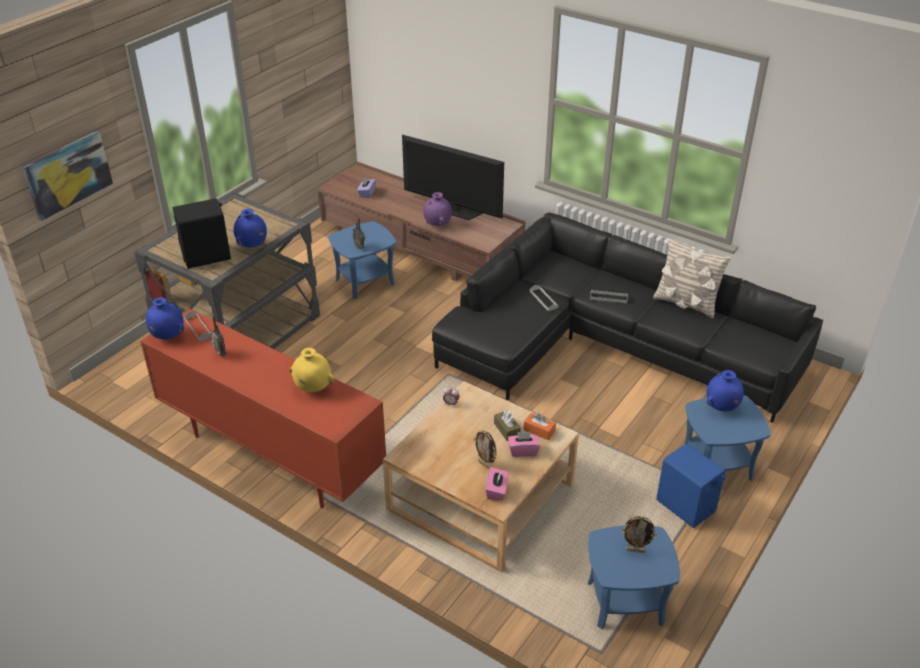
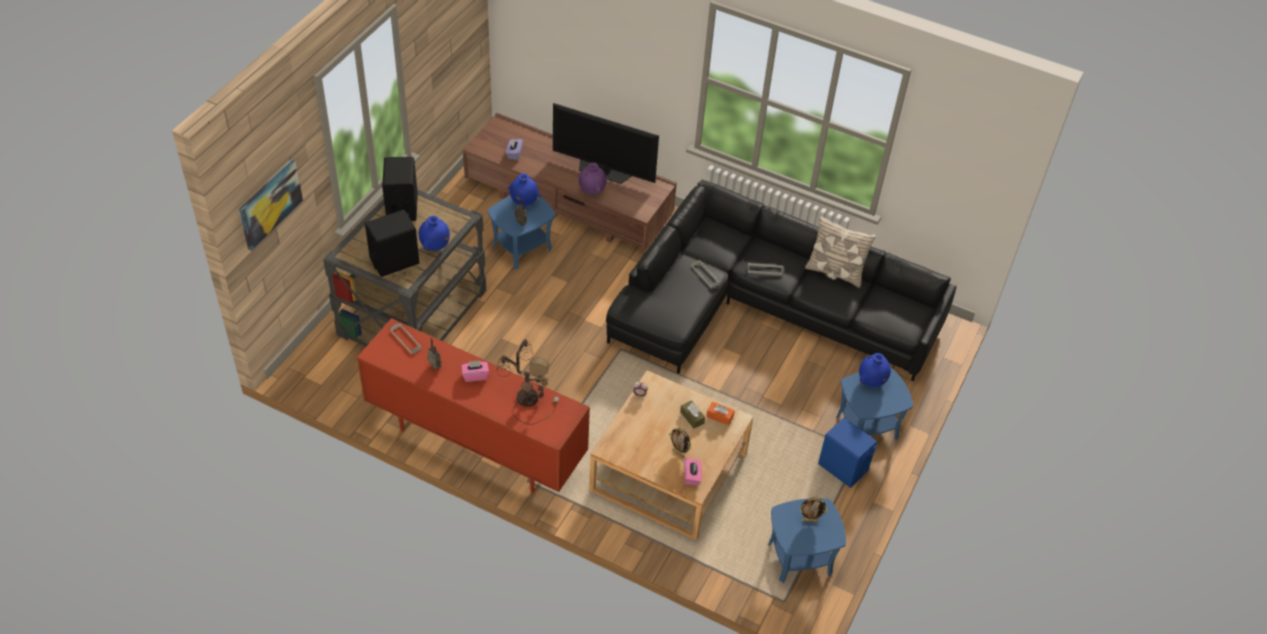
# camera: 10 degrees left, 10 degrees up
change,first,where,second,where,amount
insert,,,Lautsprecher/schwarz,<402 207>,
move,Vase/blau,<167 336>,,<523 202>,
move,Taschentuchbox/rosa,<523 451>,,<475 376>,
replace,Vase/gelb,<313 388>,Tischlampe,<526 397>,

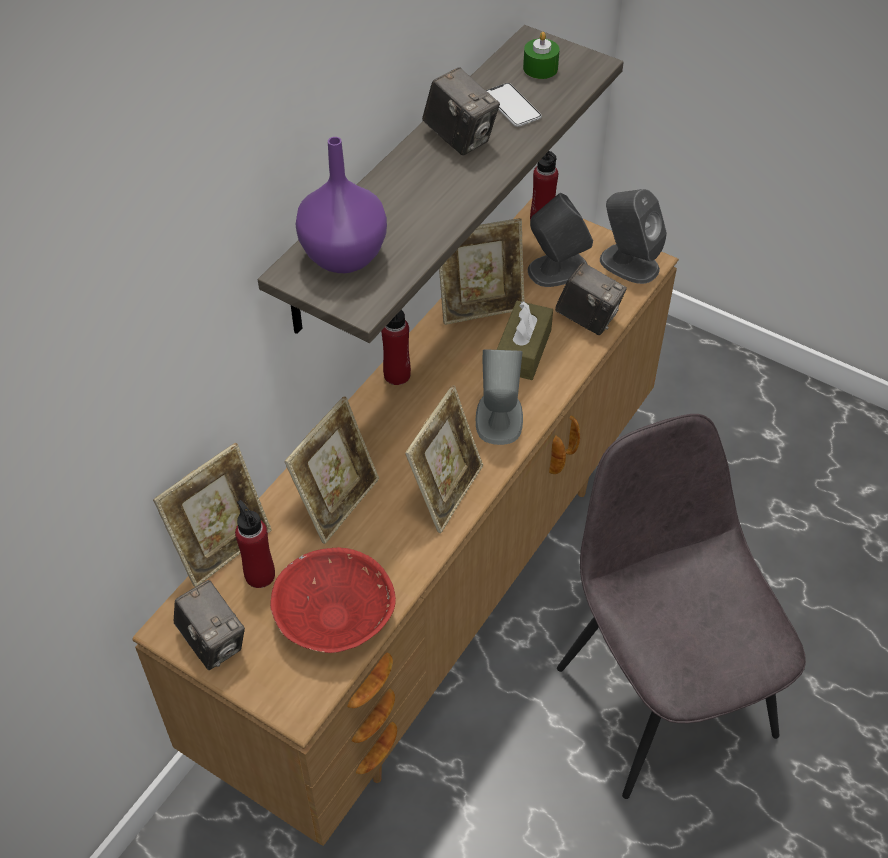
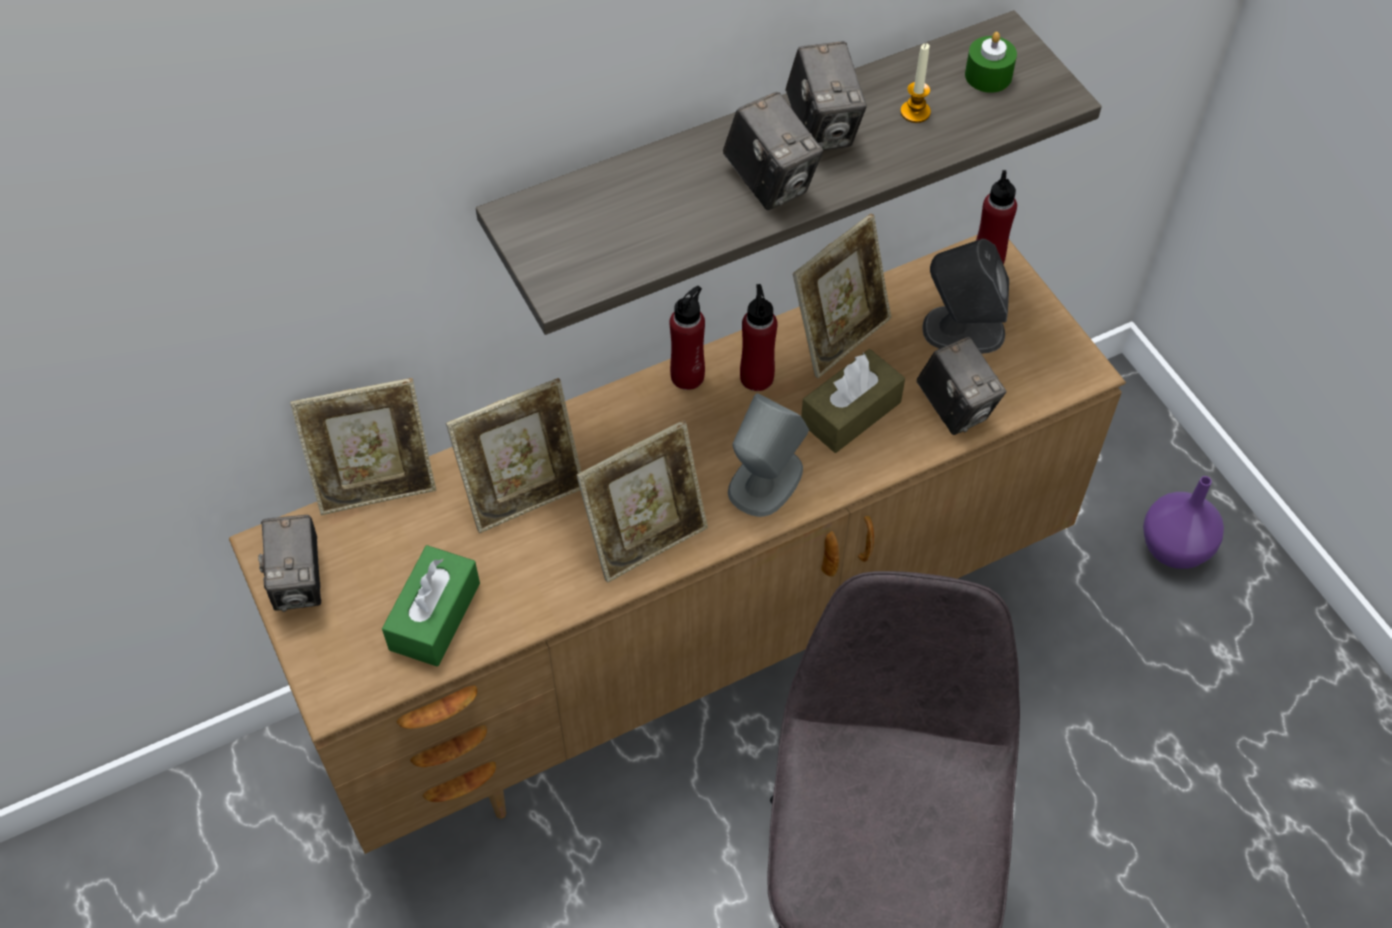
# camera: 30 degrees right, 5 degrees up
change,first,where,second,where,amount
delete,Lautsprecher/grau,<628 264>,,,
insert,,,Kamera,<770 182>,
move,Flasche/rot,<260 575>,,<756 377>,
move,Vase/lila,<345 255>,,<1175 548>,
replace,Schüssel/rot,<333 615>,Taschentuchbox/grün,<434 616>,
replace,Handy,<512 106>,Kerze,<915 112>,
rotate,Bilderrahmen,<480 306>,,<839 336>,60 degrees counterclockwise

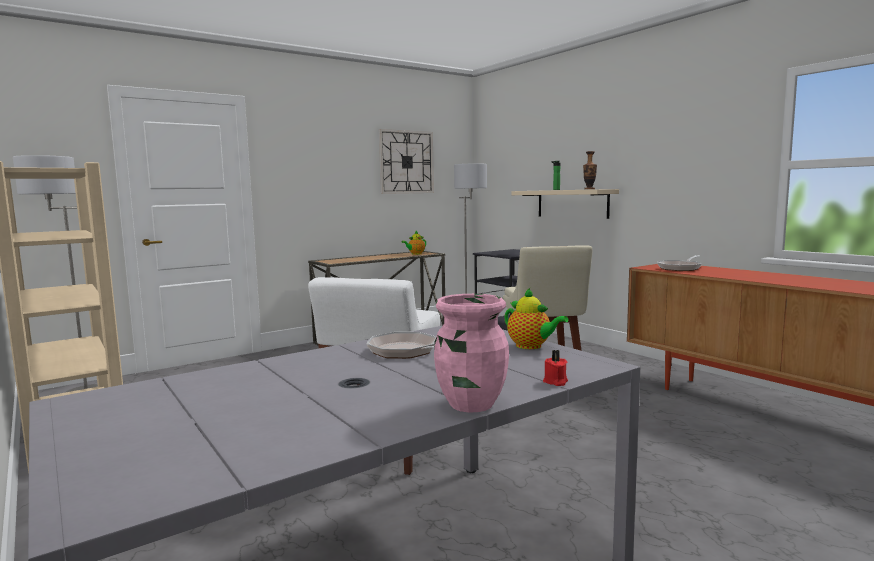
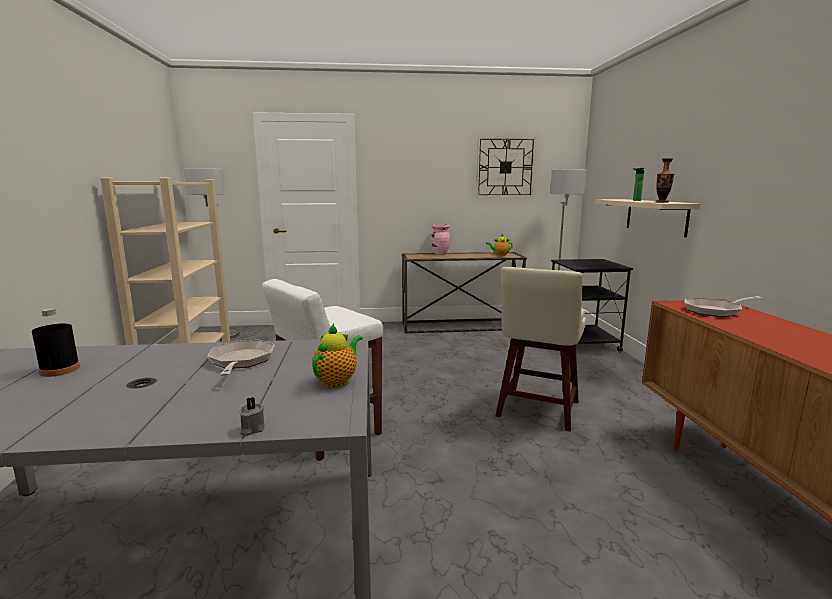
# camera: 30 degrees right, 5 degrees up
change,first,where,second,where,amount
insert,,,Flasche/schwarz,<60 370>,
move,Vase/rosa,<471 404>,,<440 253>,
recolor,Kerze/rot,<555 382>,Kerze/grau,<251 429>,
rotate,Teekanne,<531 346>,,<337 381>,135 degrees counterclockwise

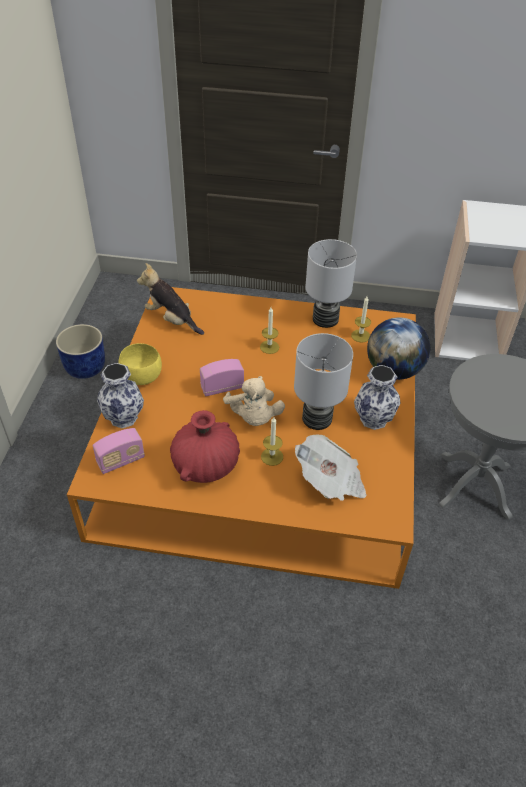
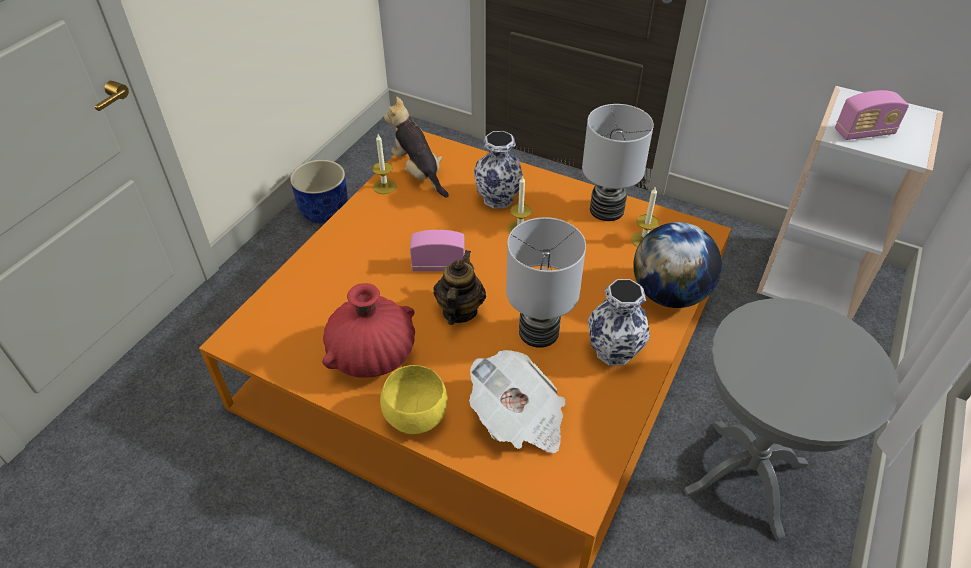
# camera: 20 degrees right, 0 degrees up
change,first,where,second,where,amount
move,Radio,<121 461>,,<864 133>,
move,Vase,<124 417>,,<499 198>,
move,Schüssel/gelb,<141 377>,,<415 415>,
move,Kerze,<272 456>,,<384 186>,
replace,Plüschtier/beige,<253 417>,Teekanne,<459 311>,

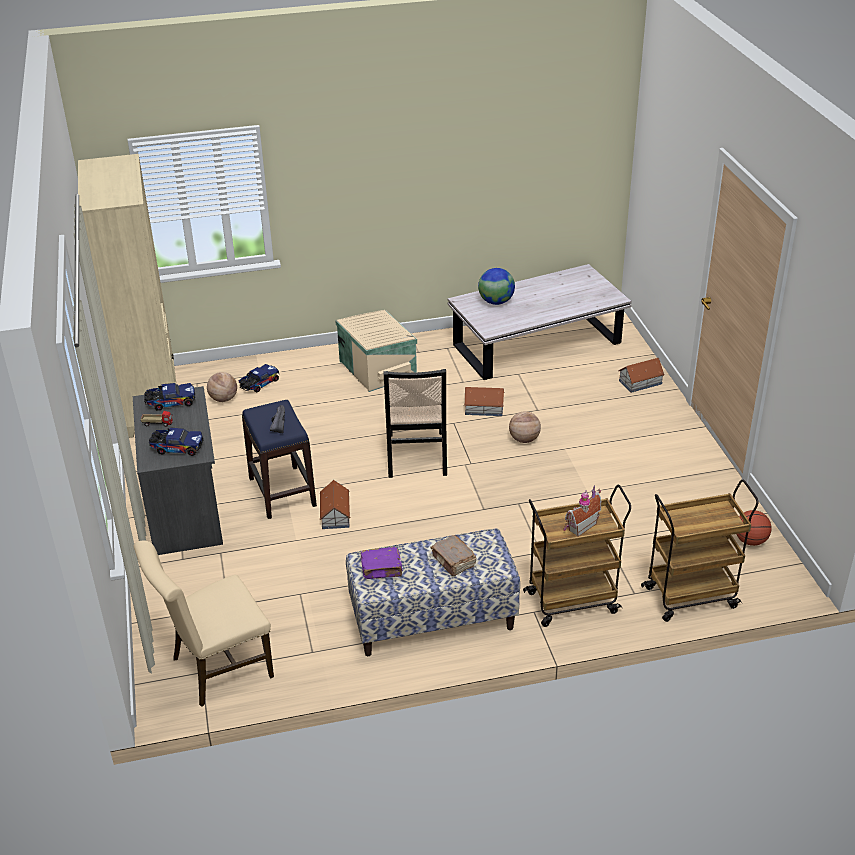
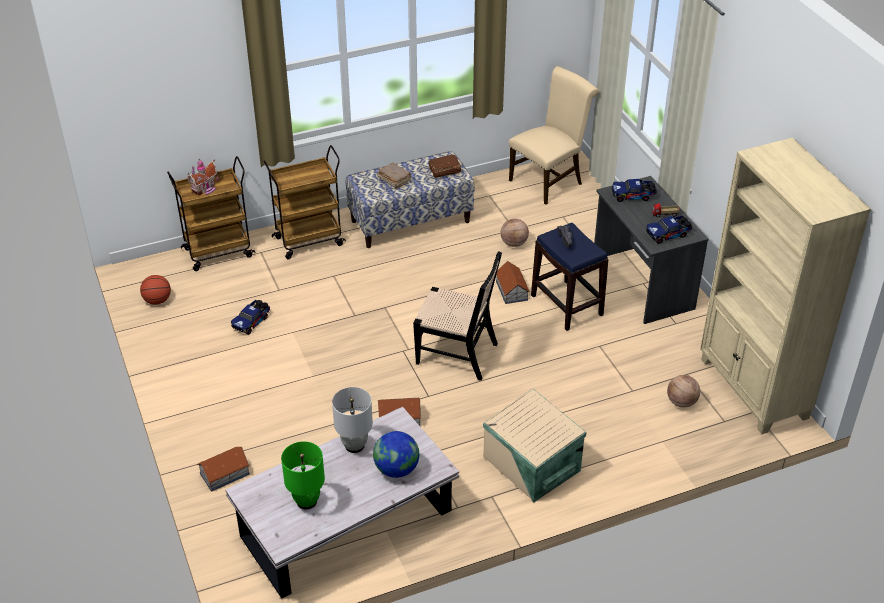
# camera: 170 degrees right, 5 degrees up
change,first,where,second,where,amount
insert,,,Tischlampe/grün,<307 501>,
insert,,,Tischlampe/weiß,<354 445>,
move,Spielzeuglaster,<259 384>,,<252 321>,
move,Basketball,<524 439>,,<513 243>,
move,Spielzeughaus,<580 526>,,<205 189>,
recolor,Buch/lila,<382 569>,Buch/braun,<444 171>,
rotate,Stuhl,<416 455>,,<457 354>,120 degrees clockwise

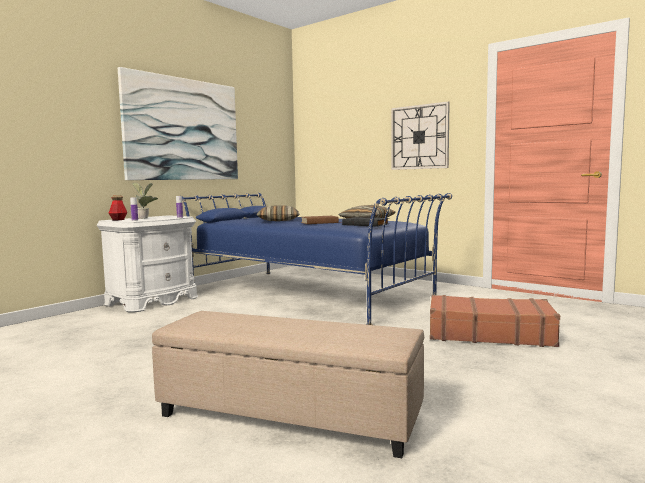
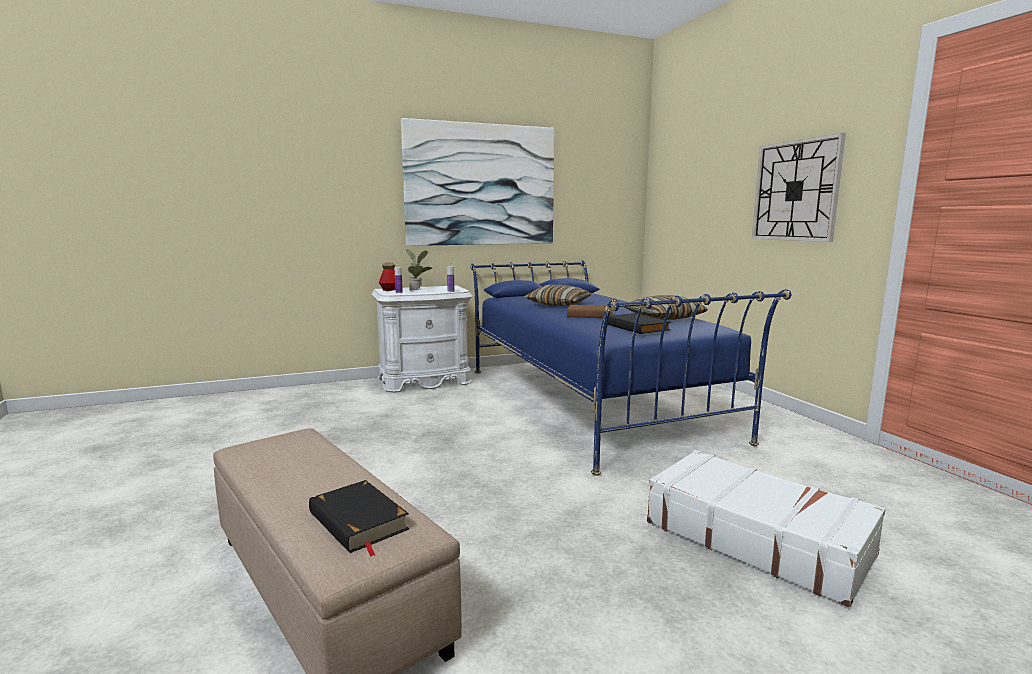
# camera: 30 degrees right, 5 degrees up
change,first,where,second,where,amount
insert,,,Buch/schwarz,<357 522>,
recolor,Koffer/braun,<489 333>,Koffer/weiß,<756 537>,

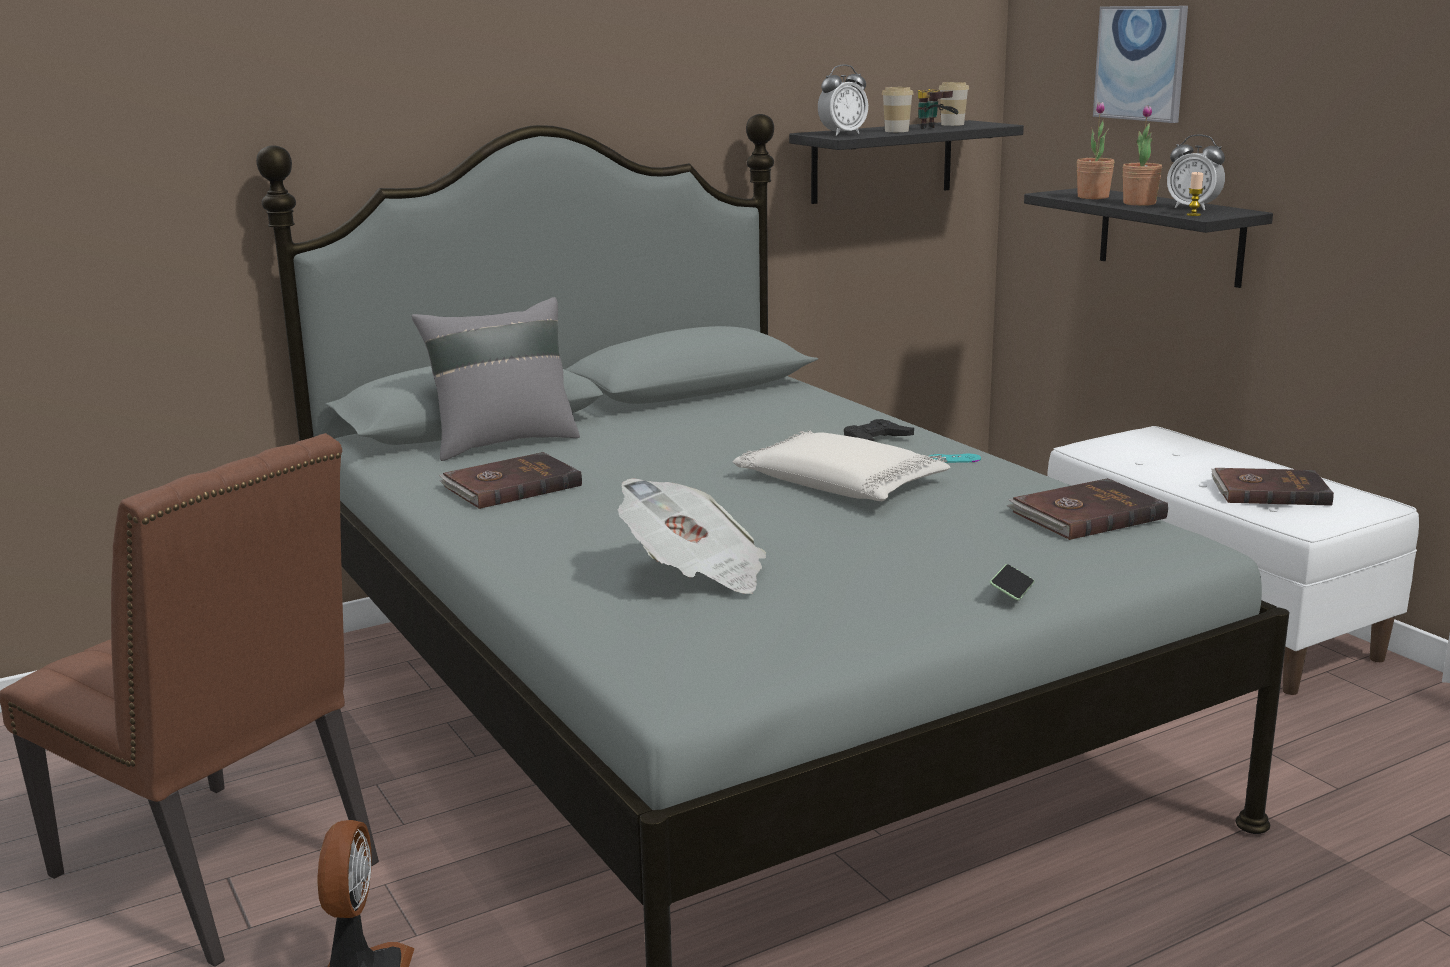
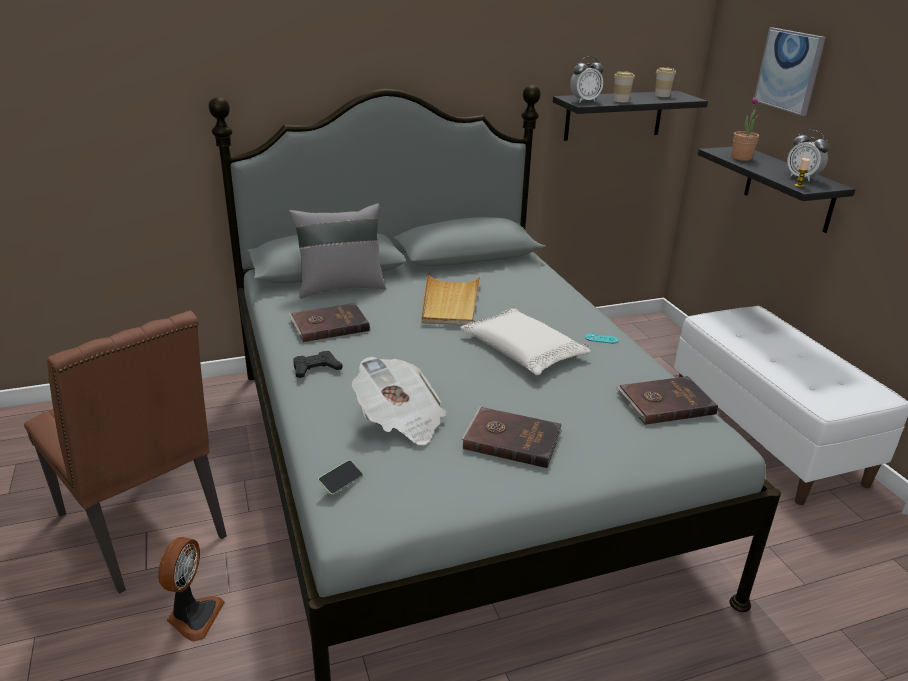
# camera: 10 degrees right, 10 degrees up
change,first,where,second,where,amount
delete,Fernglas,<936 129>,,,
delete,Topfpflanze,<1139 203>,,,
insert,,,Tablett/beige,<450 303>,
move,Gamepad/schwarz,<876 440>,,<316 369>,
move,Handy,<1011 591>,,<341 482>,
move,Buch/braun,<1269 491>,,<511 439>,

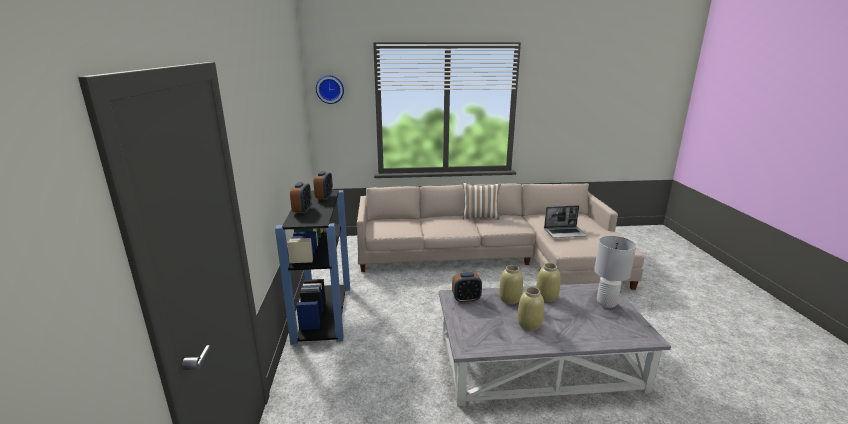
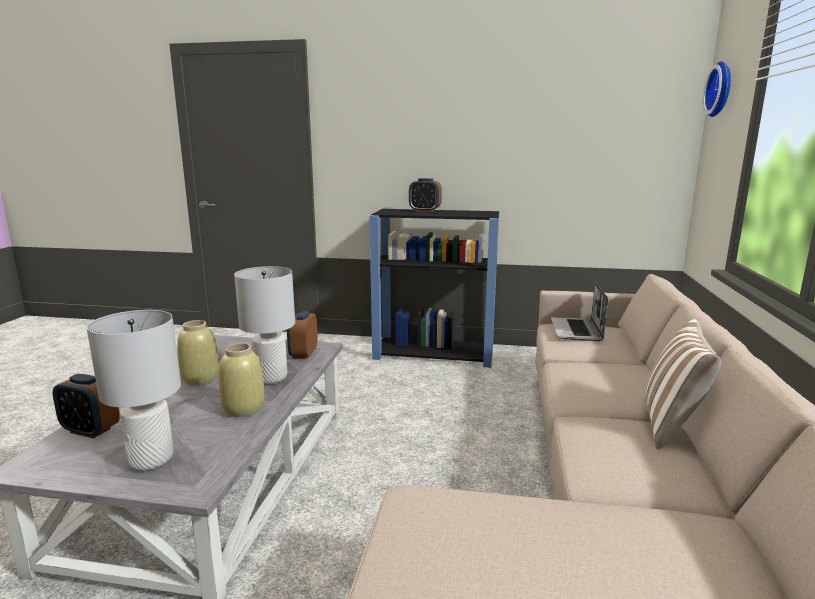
# camera: 105 degrees right, 5 degrees down
change,first,where,second,where,amount
move,Wecker,<324 197>,,<90 430>,
move,Laptop,<565 233>,,<577 331>,
replace,Vase/beige,<509 299>,Tischlampe/grau,<272 380>,

